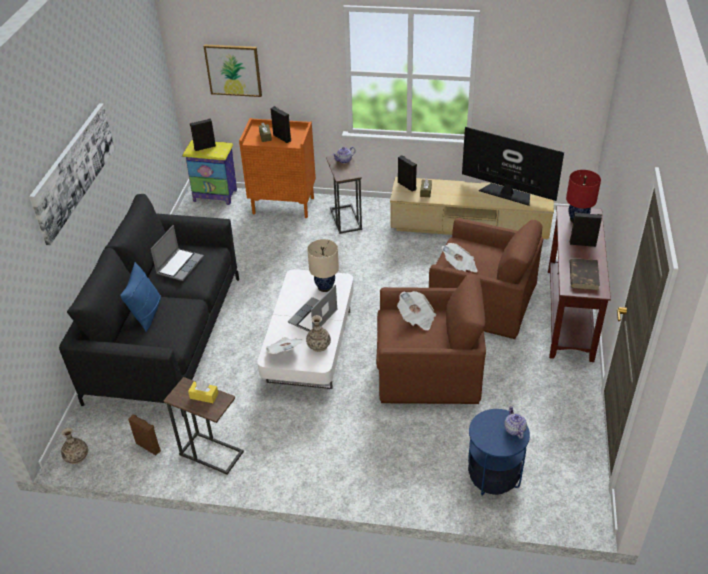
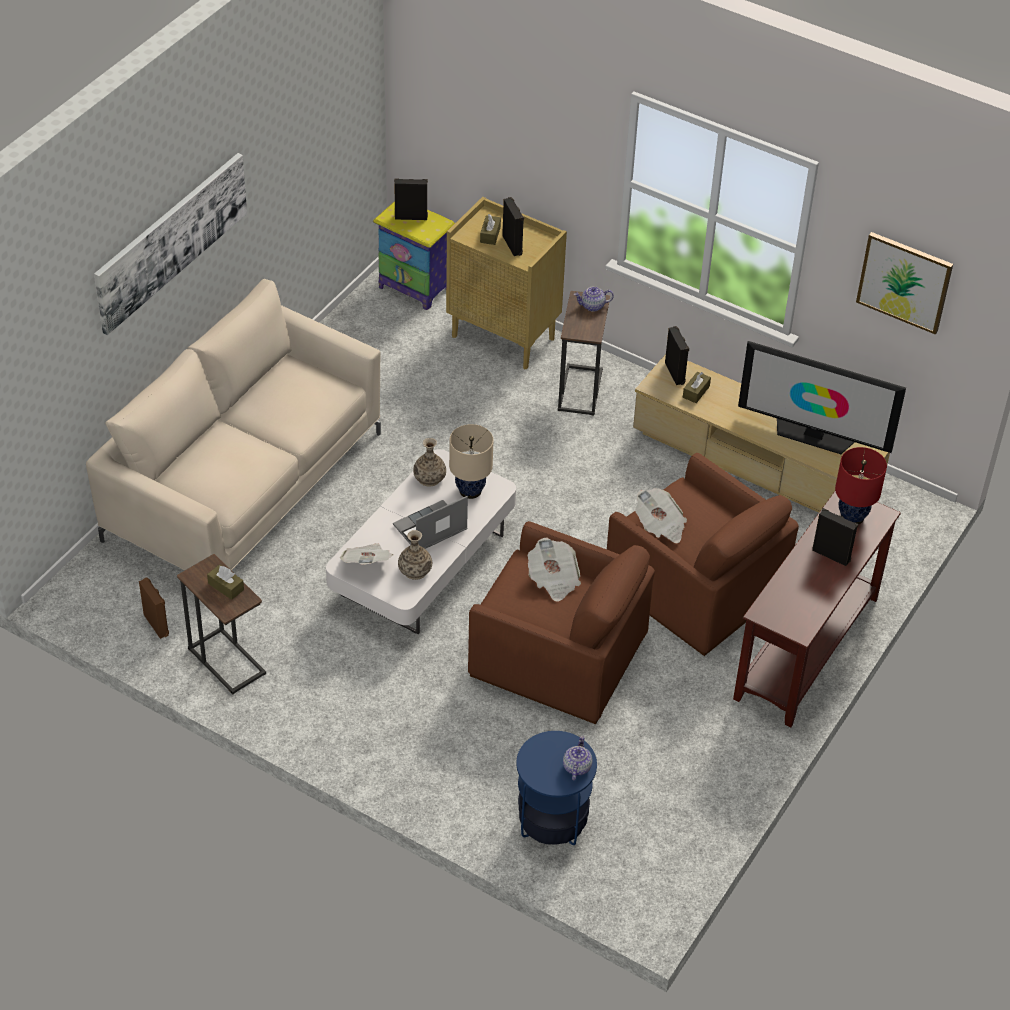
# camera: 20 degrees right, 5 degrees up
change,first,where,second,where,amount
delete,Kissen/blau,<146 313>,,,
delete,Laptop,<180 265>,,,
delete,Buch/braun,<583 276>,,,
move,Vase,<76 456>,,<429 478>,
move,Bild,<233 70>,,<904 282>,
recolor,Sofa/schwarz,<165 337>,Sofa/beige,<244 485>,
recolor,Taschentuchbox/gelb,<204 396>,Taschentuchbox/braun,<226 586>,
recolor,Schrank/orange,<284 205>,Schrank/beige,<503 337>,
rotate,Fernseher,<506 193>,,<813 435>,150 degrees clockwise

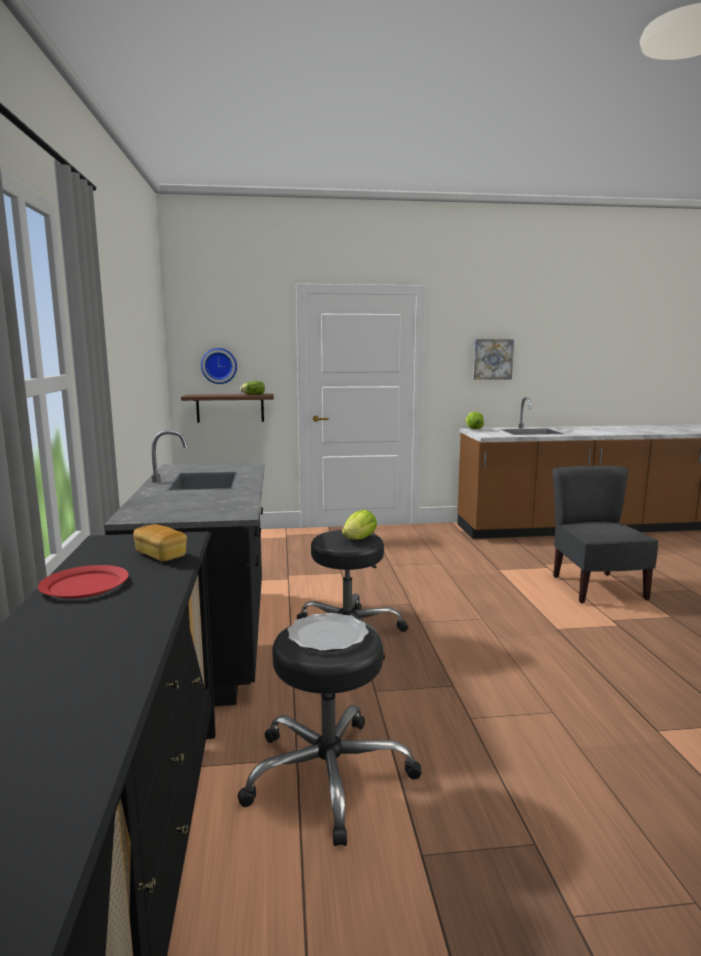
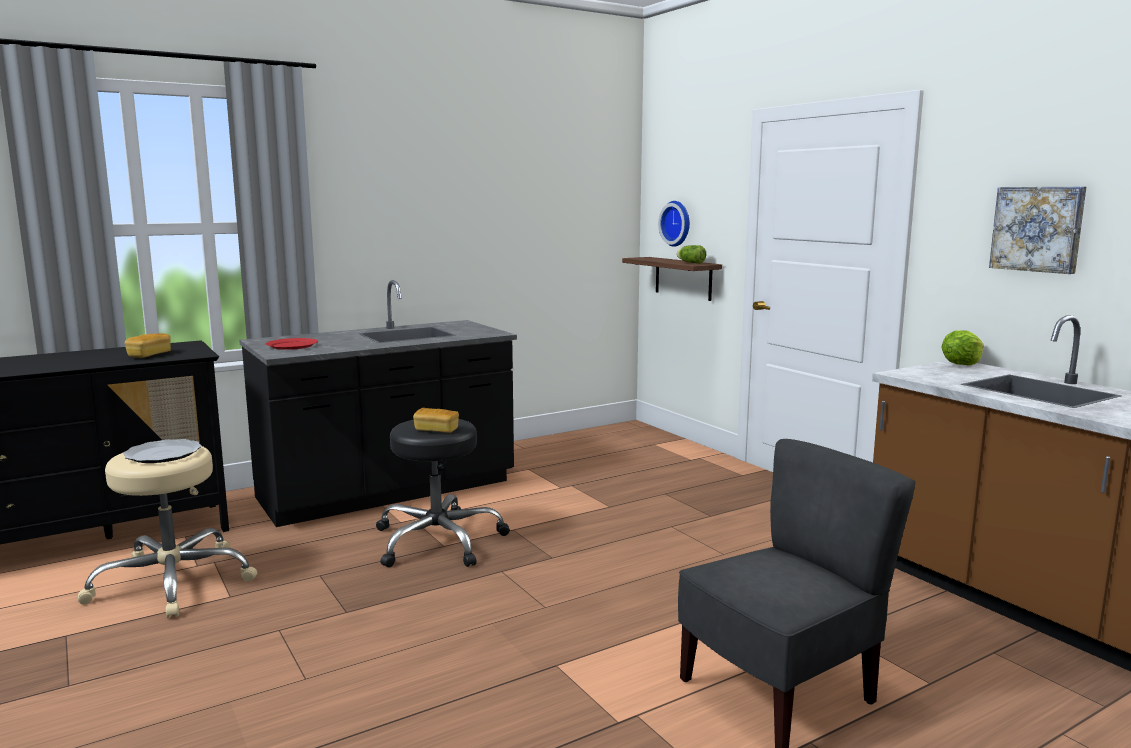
# camera: 65 degrees right, 0 degrees up
change,first,where,second,where,amount
move,Teller/rot,<85 585>,,<292 346>,
replace,Salatkopf,<360 539>,Brot,<436 430>,
recolor,Hocker/schwarz,<328 775>,Hocker/beige,<174 581>,

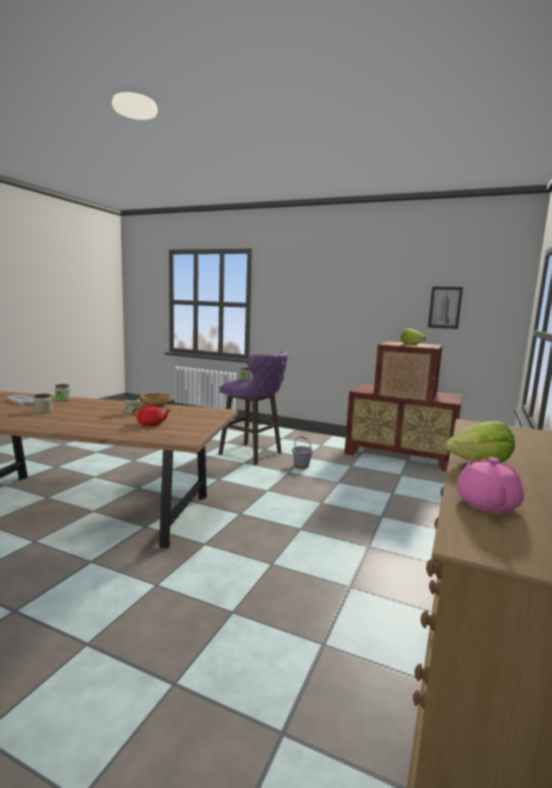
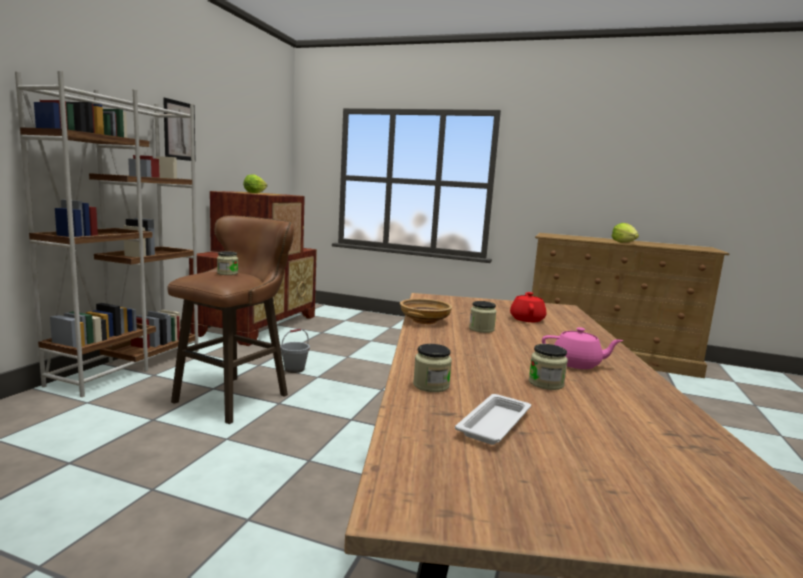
# camera: 95 degrees left, 0 degrees up
change,first,where,second,where,amount
insert,,,Bücherregal/braun,<129 366>,
move,Bild,<445 307>,,<179 130>,
move,Teekanne/rosa,<487 504>,,<577 364>,
recolor,Hocker/lila,<252 454>,Hocker/braun,<235 397>,

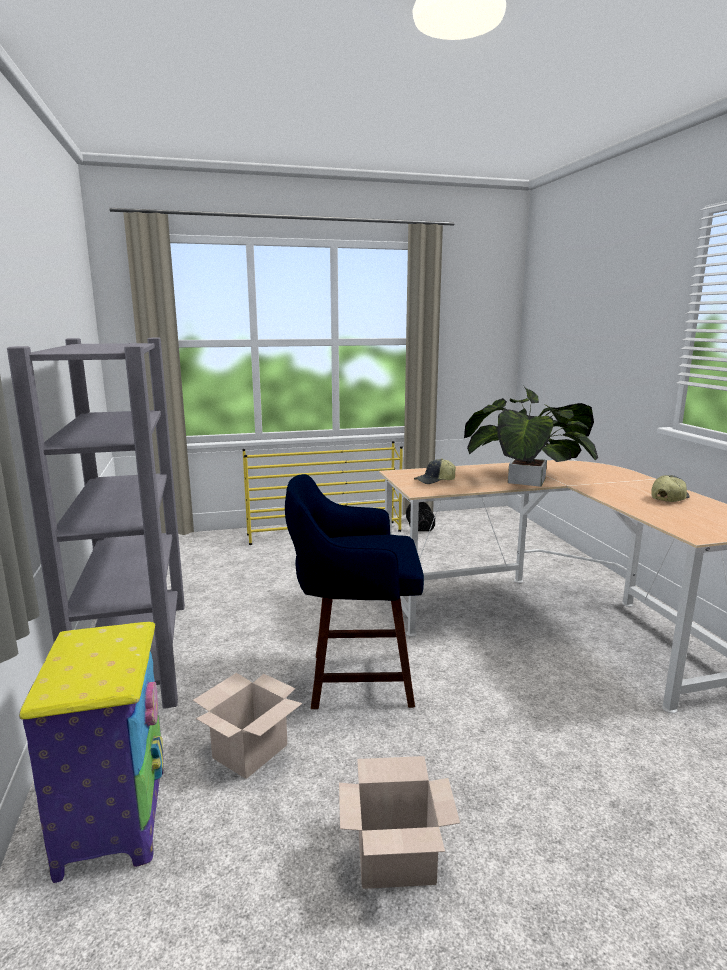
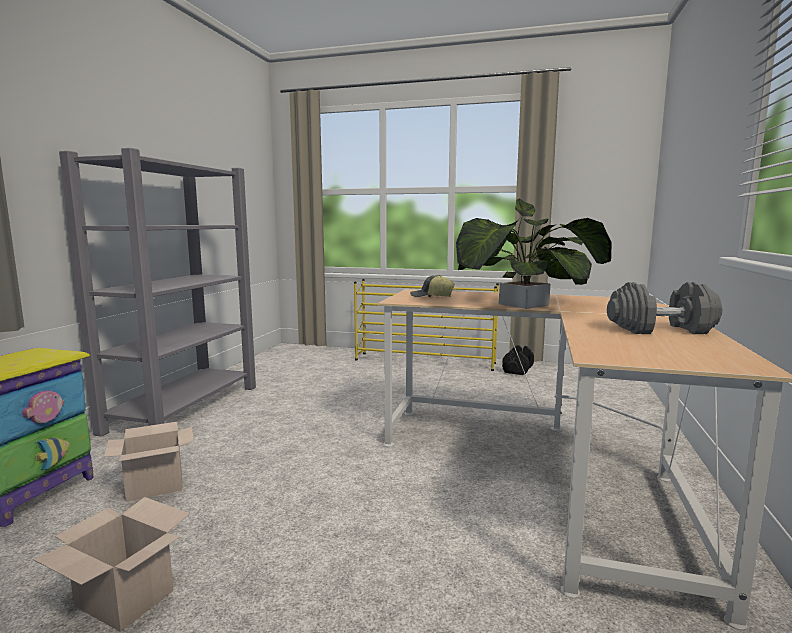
# camera: 30 degrees right, 5 degrees down
change,first,where,second,where,amount
delete,Hocker/blau,<355 679>,,,
replace,Kappe,<668 498>,Hantel/grau,<661 329>,

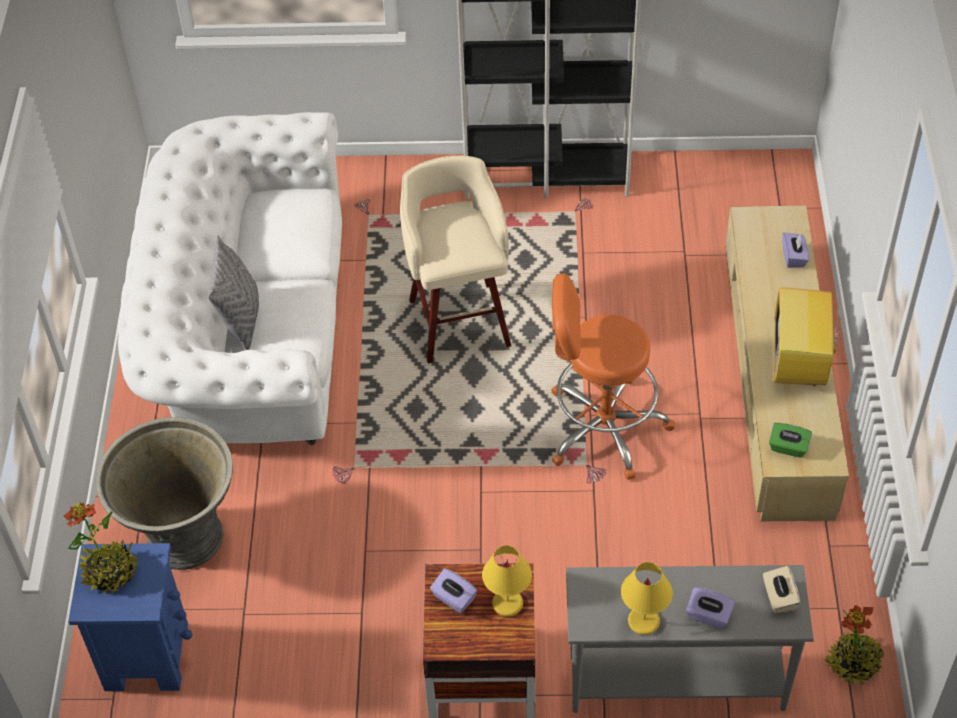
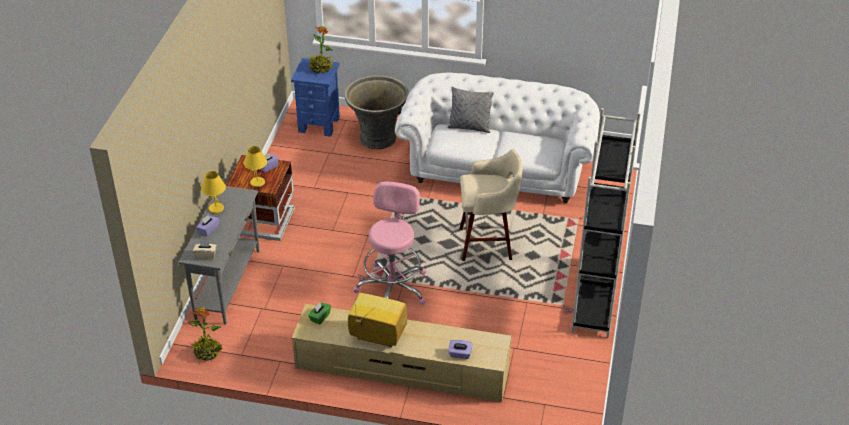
# camera: 100 degrees right, 10 degrees down
change,first,where,second,where,amount
recolor,Hocker/orange,<602 427>,Hocker/rosa,<393 287>,

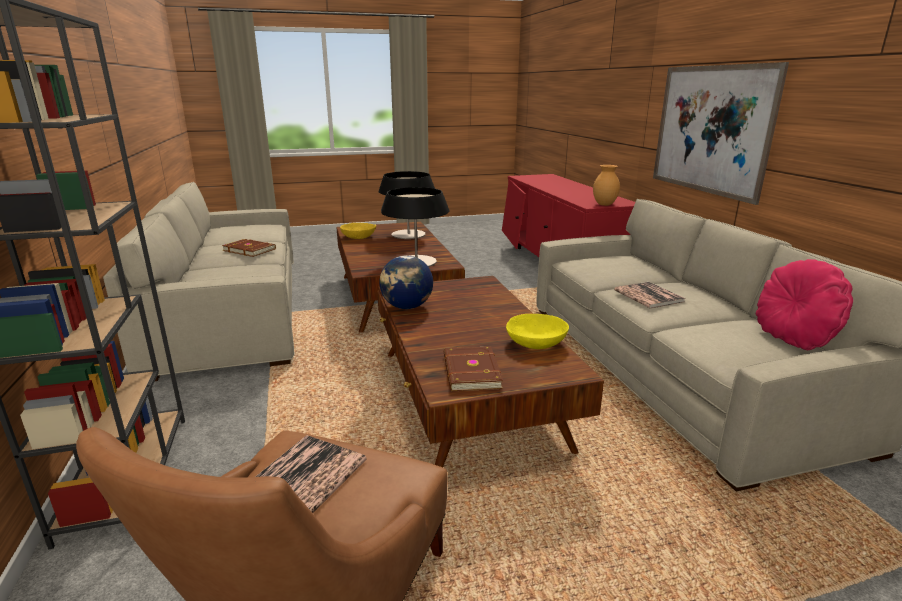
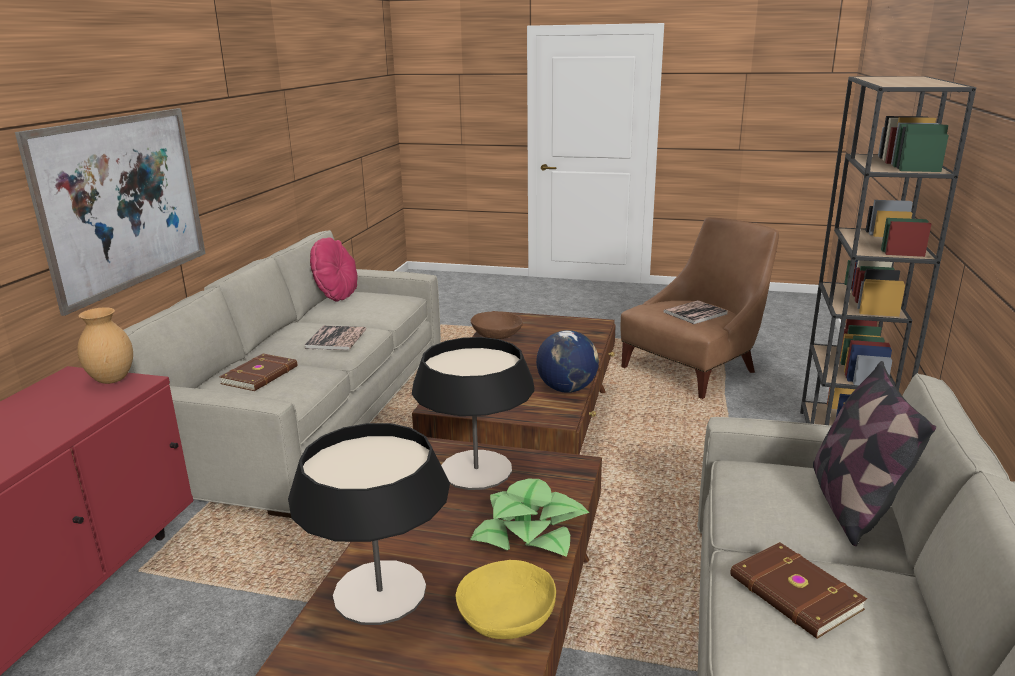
# camera: 150 degrees left, 0 degrees up
change,first,where,second,where,amount
insert,,,Topfpflanze,<530 532>,
insert,,,Kissen,<851 505>,
move,Buch/braun,<470 372>,,<261 375>,
recolor,Schüssel/gelb,<536 343>,Schüssel/braun,<496 335>,

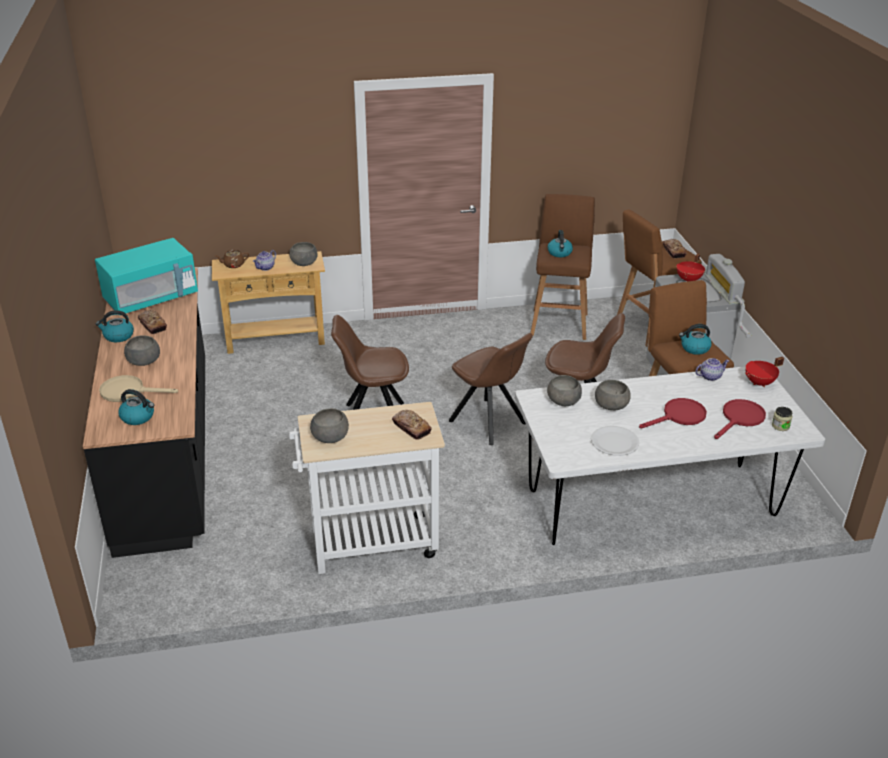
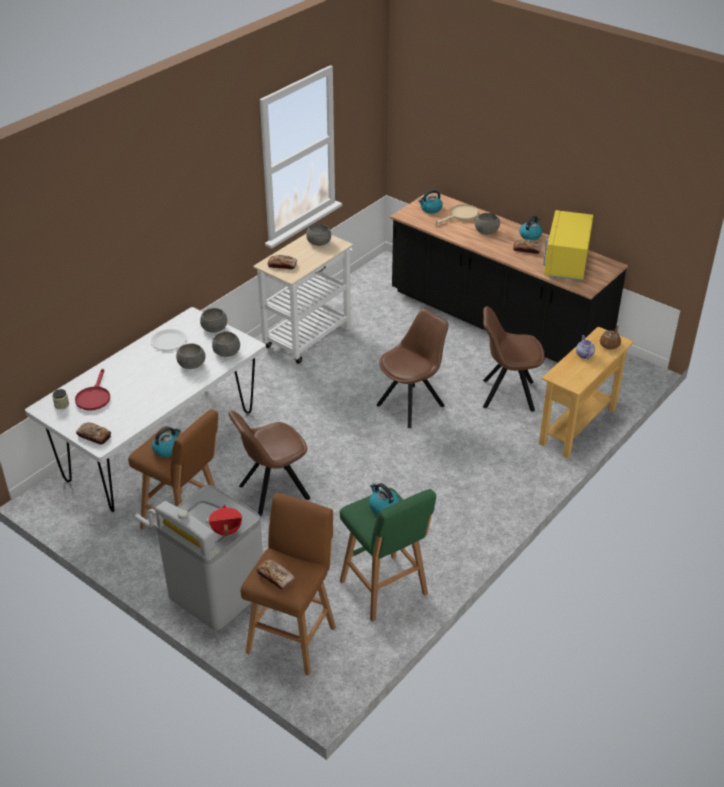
# camera: 140 degrees right, 5 degrees up
change,first,where,second,where,amount
delete,Pfanne/rot,<679 416>,,,
delete,Teekanne,<710 376>,,,
move,Schüssel/grau,<304 263>,,<214 328>,
move,Stuhl/braun,<488 422>,,<507 395>,
replace,Kochtopf/rot,<760 383>,Brot,<94 436>,
recolor,Mikrowelle/türkis,<151 298>,Mikrowelle/gelb,<566 263>,
recolor,Hocker/braun,<559 323>,Hocker/grün,<385 590>,

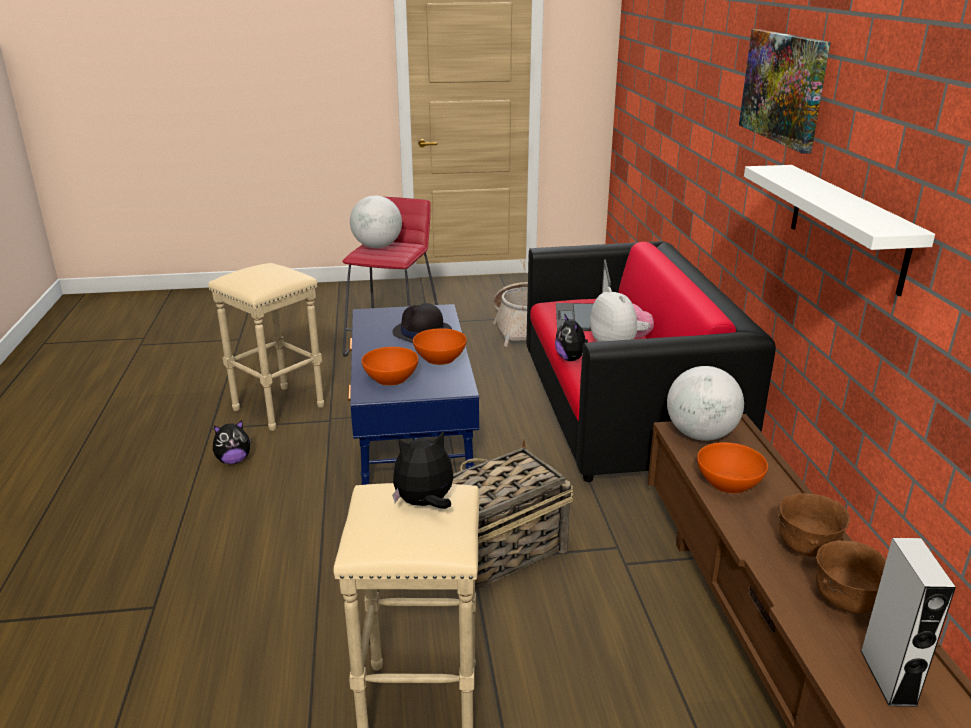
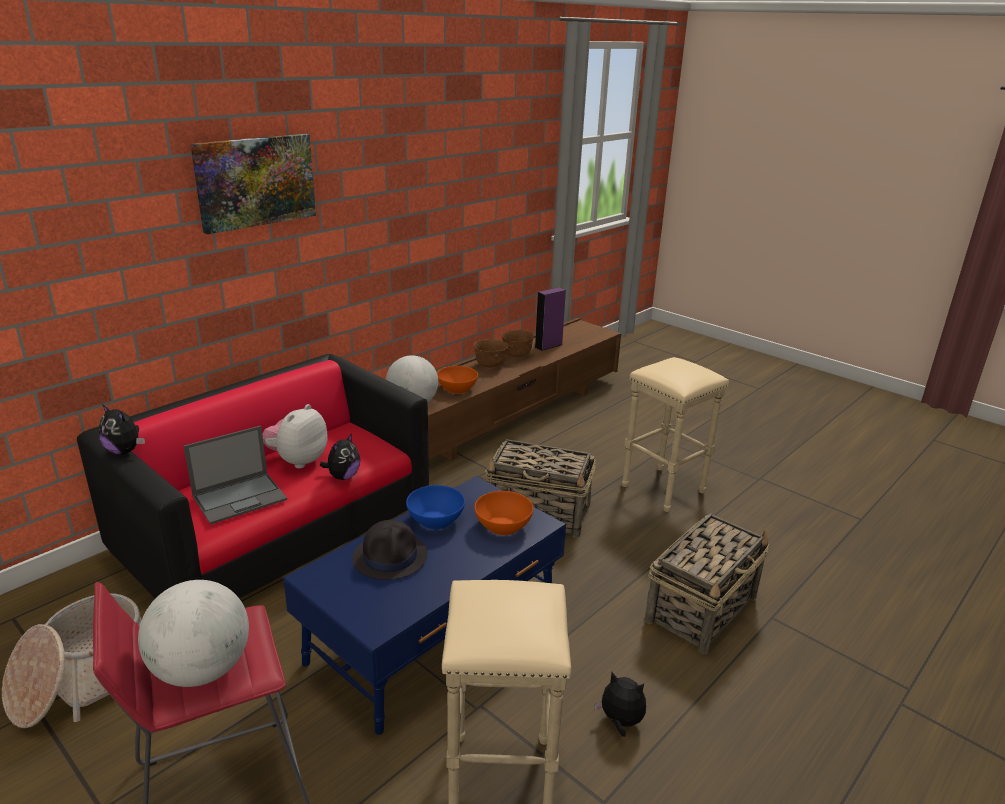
# camera: 130 degrees left, 0 degrees up
change,first,where,second,where,amount
delete,Wandregal/weiß,<847 226>,,,
insert,,,Korb,<702 608>,
move,Plüschtier,<425 504>,,<125 451>,
recolor,Schüssel/orange,<439 358>,Schüssel/blau,<436 520>,
recolor,Lautsprecher/grau,<888 677>,Lautsprecher/lila,<548 346>,

